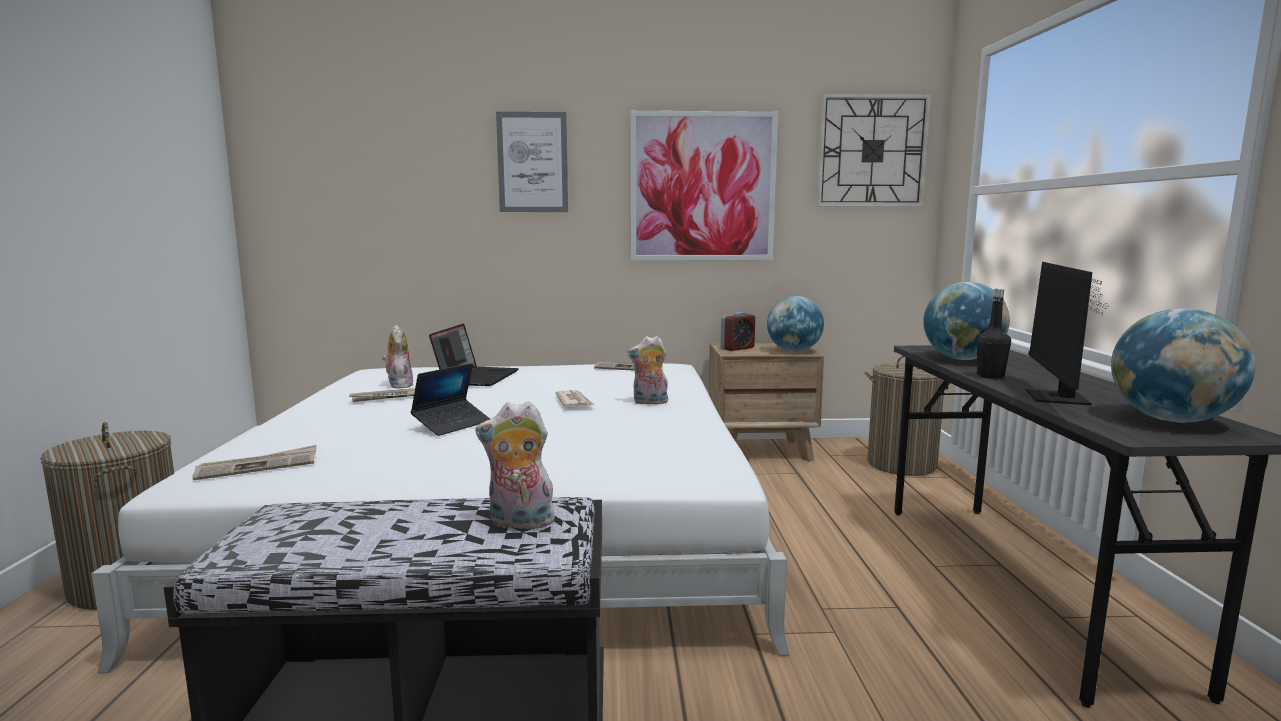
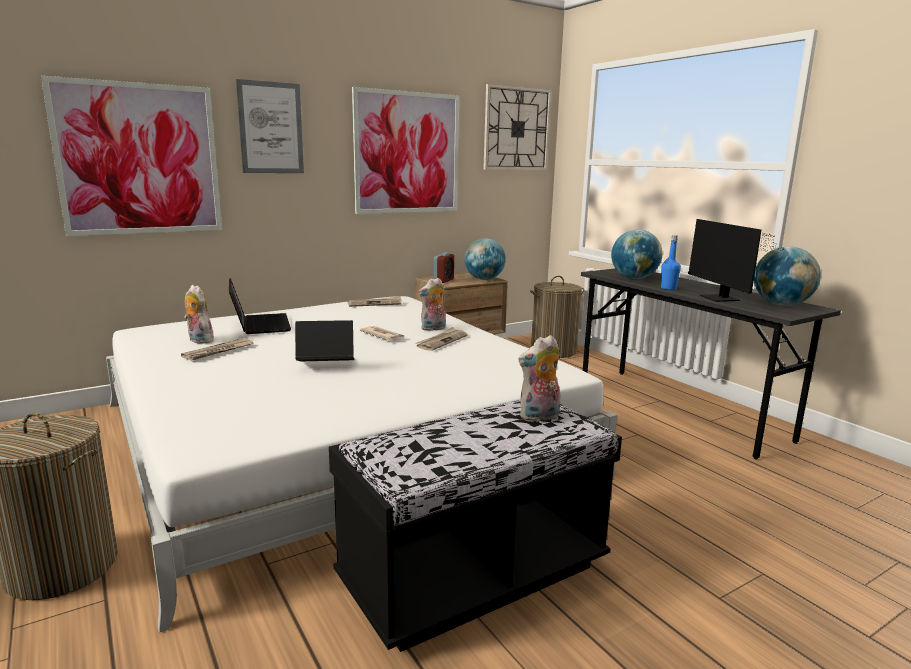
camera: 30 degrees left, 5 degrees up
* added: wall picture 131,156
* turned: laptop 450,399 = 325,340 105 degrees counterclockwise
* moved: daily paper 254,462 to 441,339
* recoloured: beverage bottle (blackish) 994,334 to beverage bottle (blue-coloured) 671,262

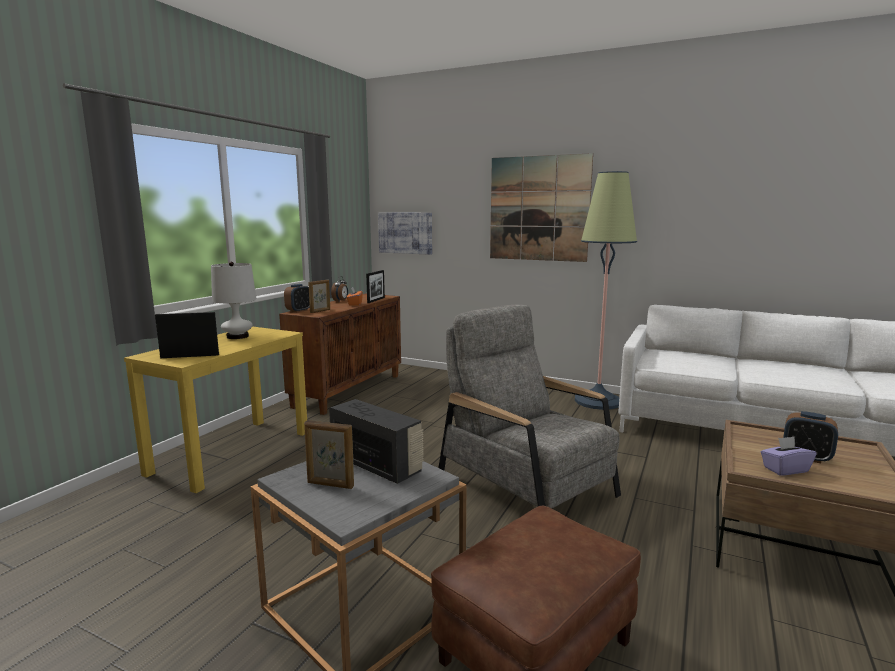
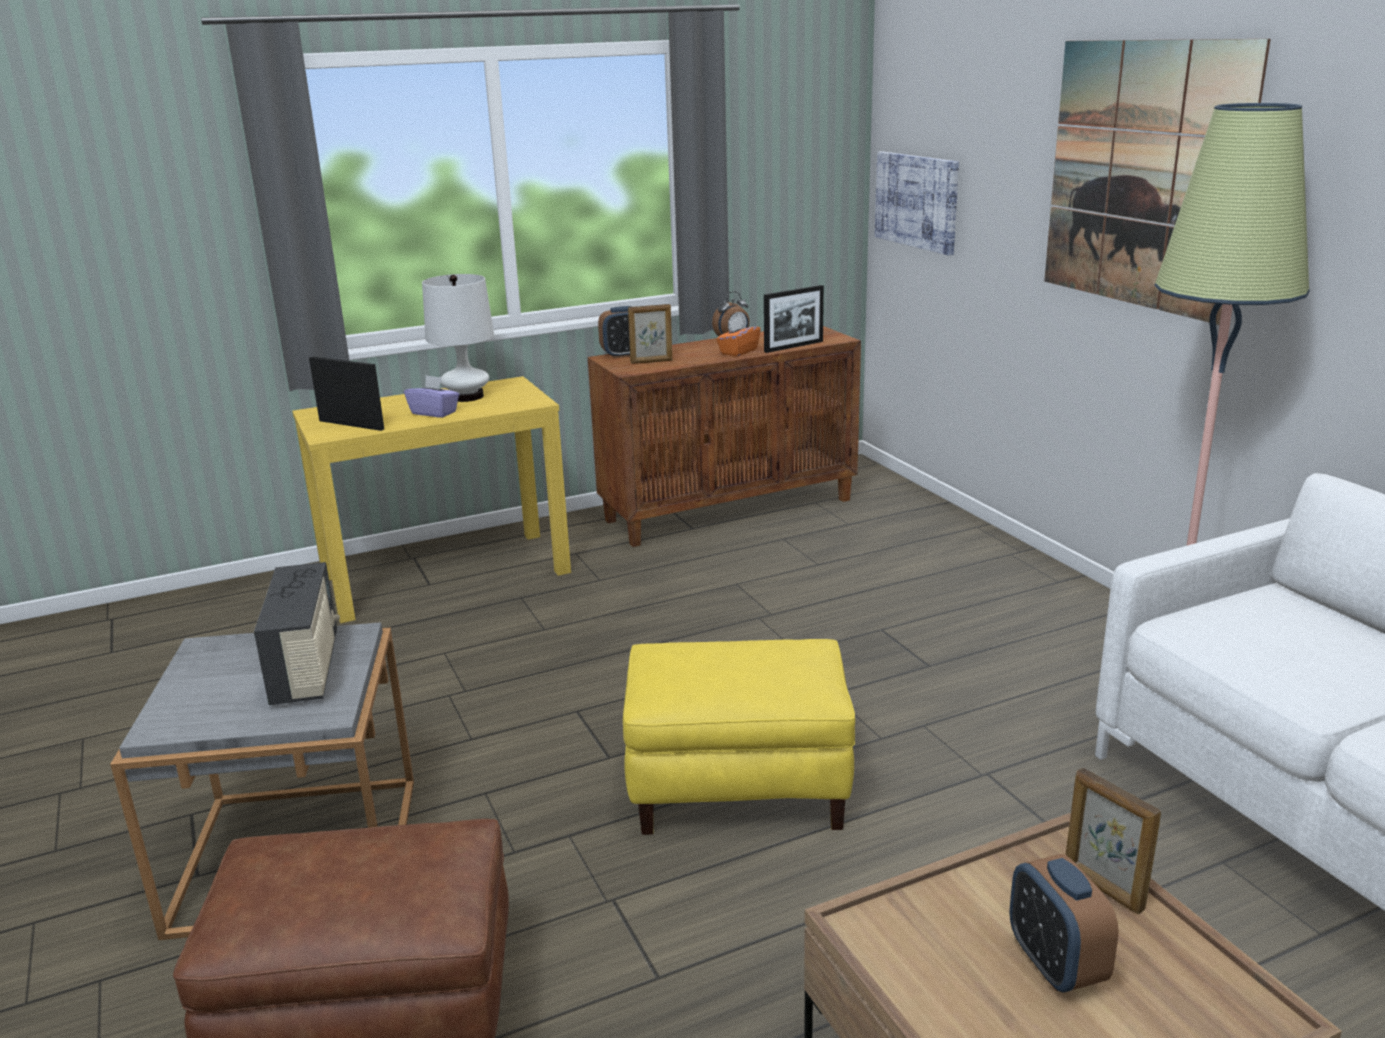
camera: 40 degrees right, 10 degrees up
* moved: tissue holder (purplish) 788,456 to 432,396
* replaced: lounge chair (gray) 529,406 to ottoman (yellow) 739,737
* moved: standing frame 329,454 to 1113,841

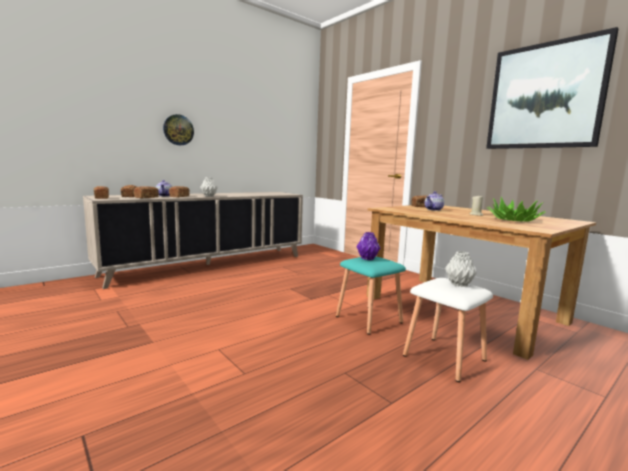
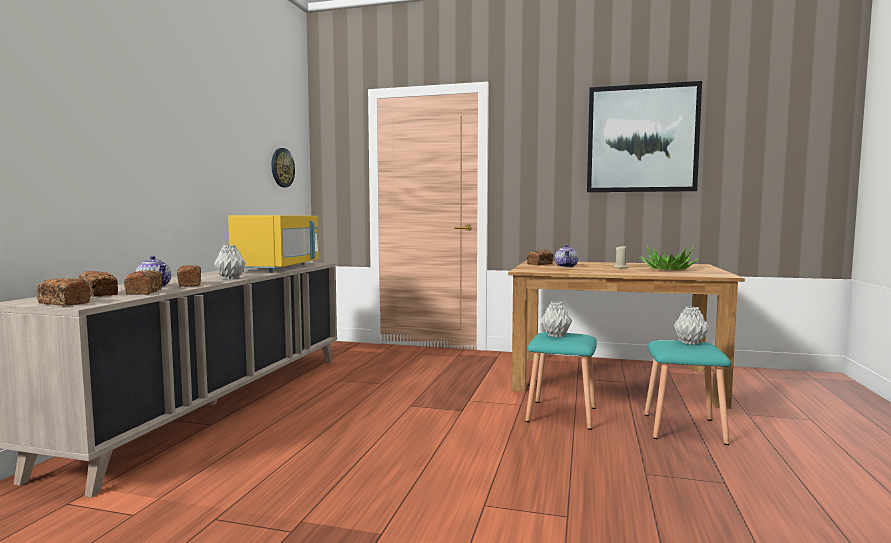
camera: 35 degrees left, 5 degrees down
* added: microwave oven (yellow) 273,243
* moved: clock on the wall 178,129 to 283,167
* recoloured: flower vase (purplish) 368,246 to flower vase (gray) 556,319
* recoloured: stool (white) 448,330 to stool (blue-green) 687,392

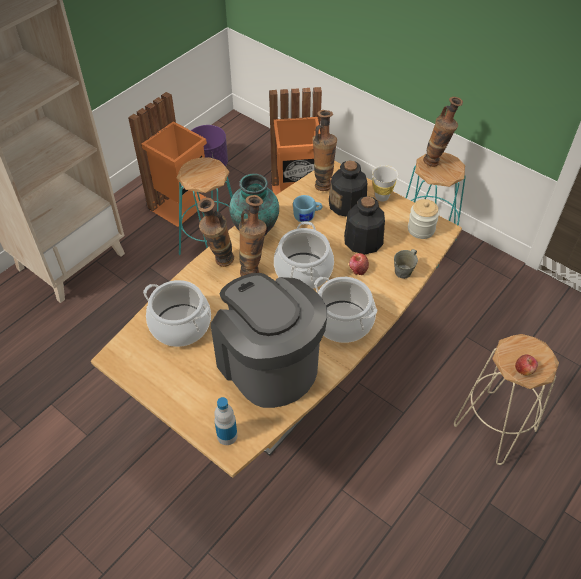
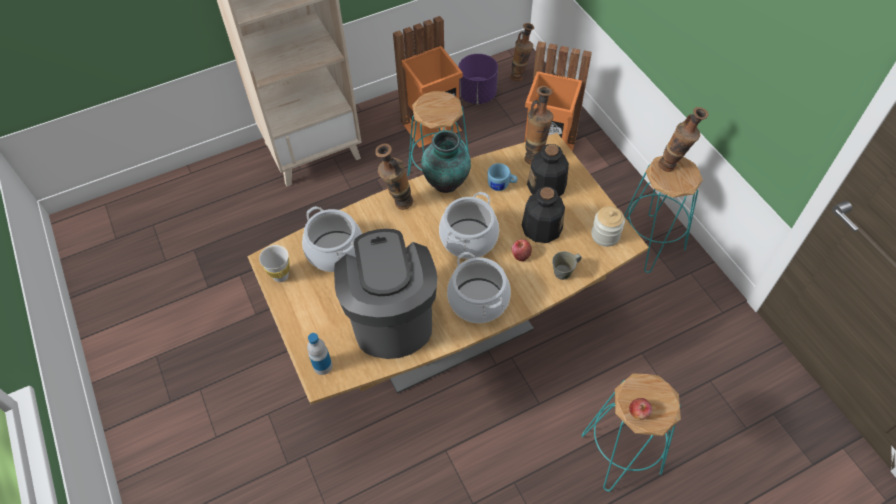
camera: 25 degrees right, 5 degrees up
* moved: small cup (white) 385,183 to 274,263
* moved: flower vase 253,235 to 522,52
* recoloured: stool (beige) 506,399 to stool (blue-green) 631,432

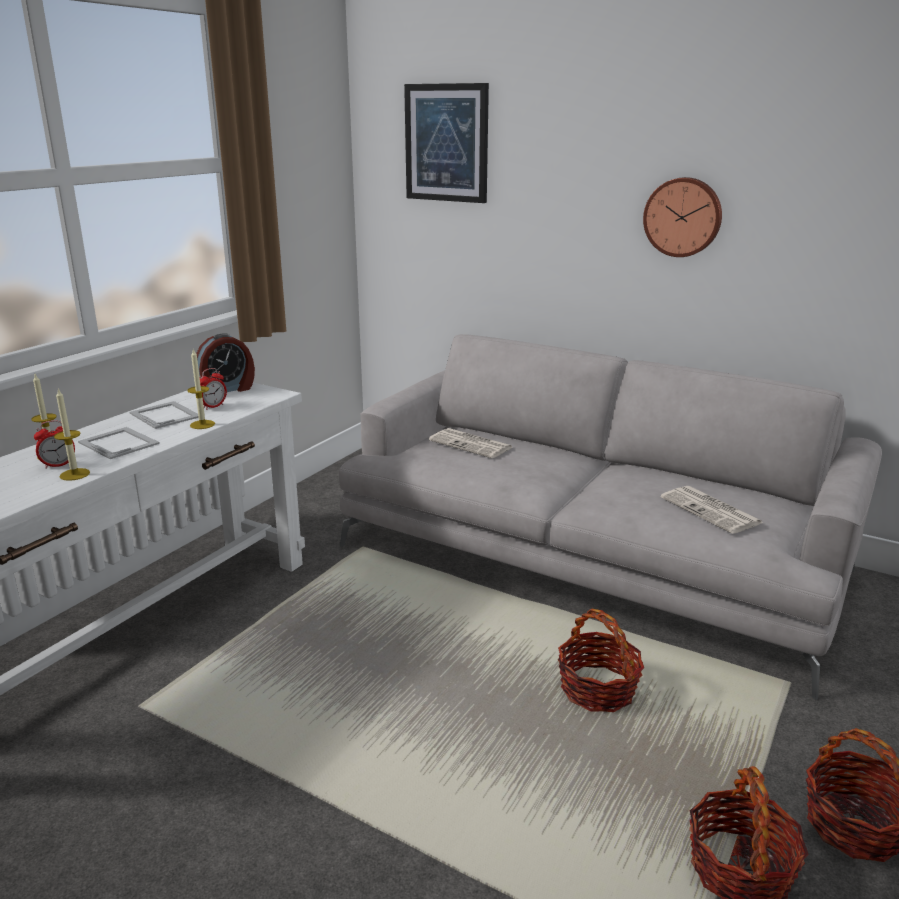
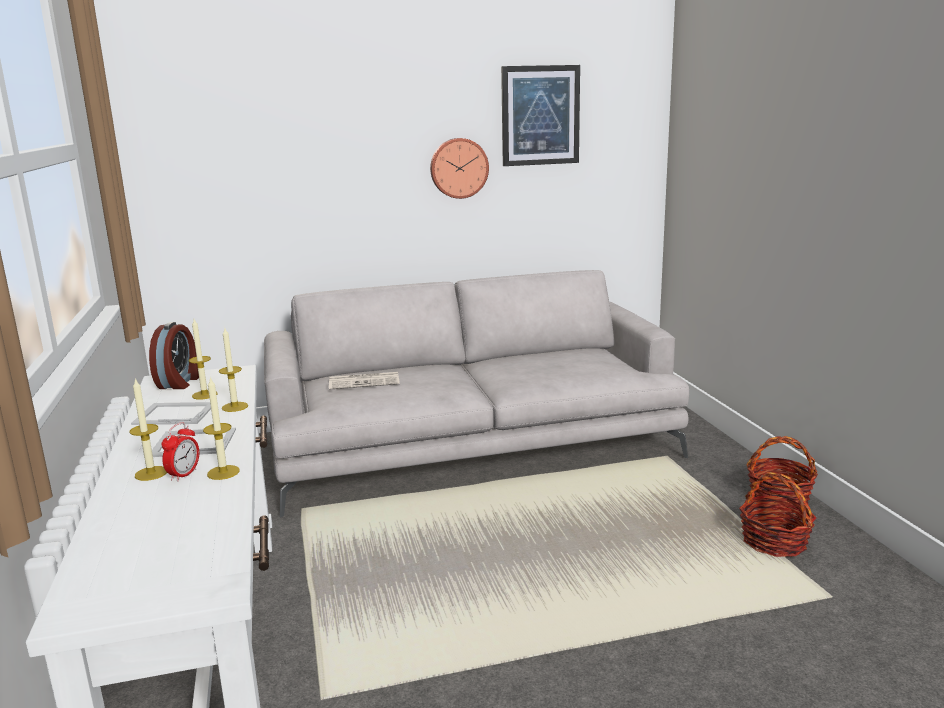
camera: 45 degrees left, 5 degrees down
* replaced: table clock 213,389 to wax candle 203,359
* moved: wall picture 446,143 to 540,115
* removed: household basket 601,660
* removed: daily paper 712,510

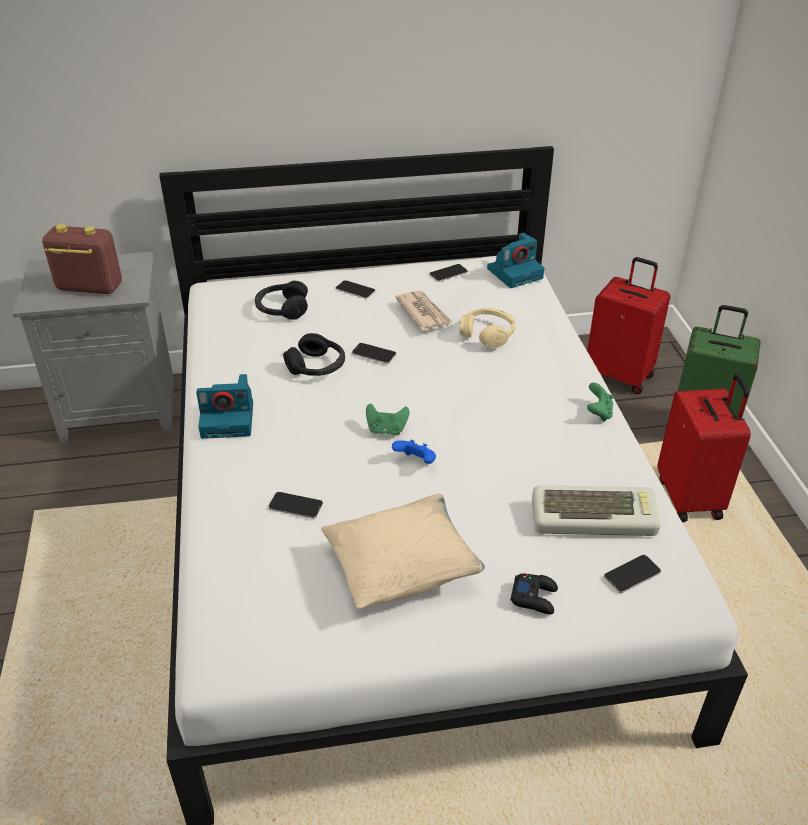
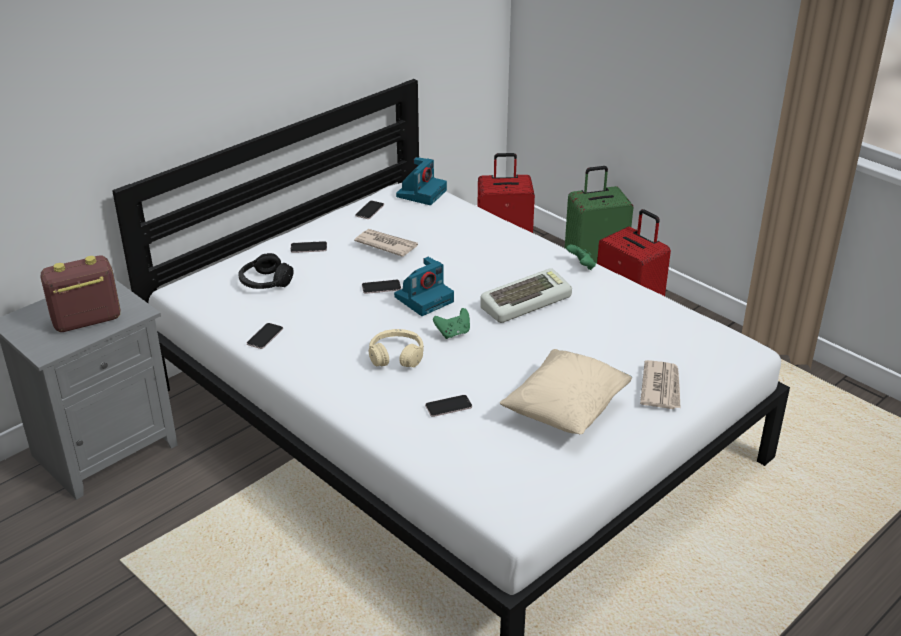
camera: 35 degrees left, 5 degrees down
* moved: handset 632,574 to 265,336
* moved: pair of headphones (beige) 487,328 to 396,348
* moved: still camera 224,406 to 424,286
* moved: computer keyboard 596,510 to 526,295
* replaced: gamepad (blackish) 534,594 to daily paper 660,384
* removed: pair of headphones (blackish) 314,354
* removed: gamepad (blue-coloured) 414,452

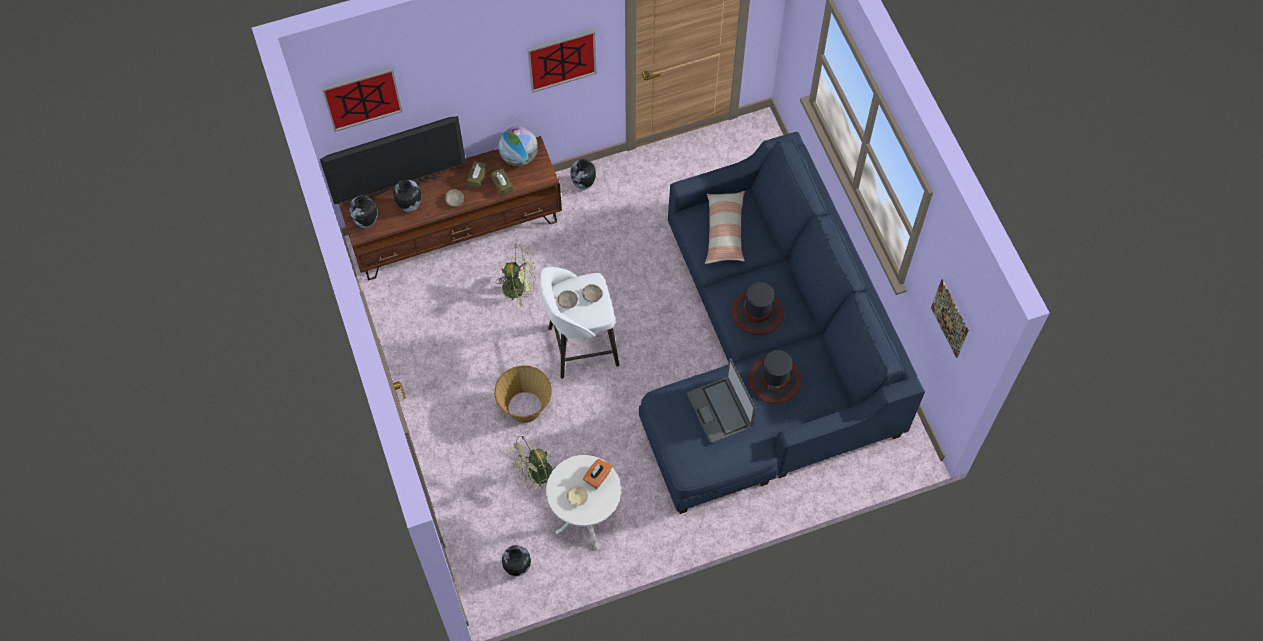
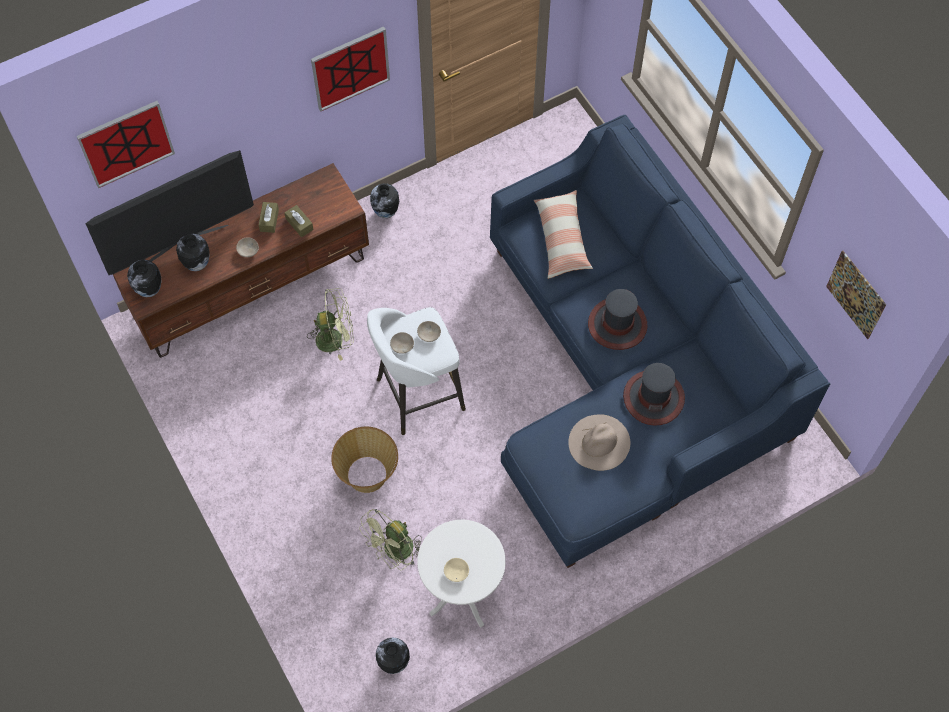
camera: 10 degrees left, 0 degrees up
* replaced: laptop 721,400 to clothing hat (beige) 599,442
* removed: world globe 518,146
* removed: tissue holder (orangey) 597,474

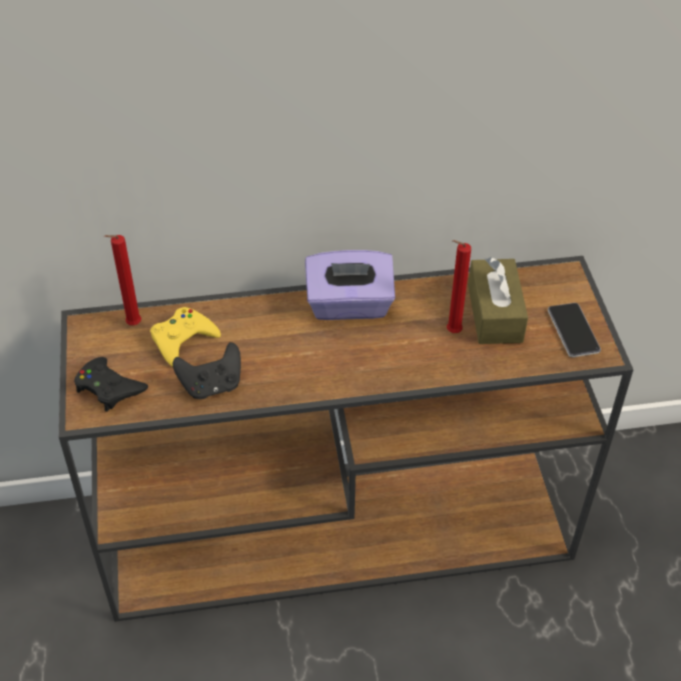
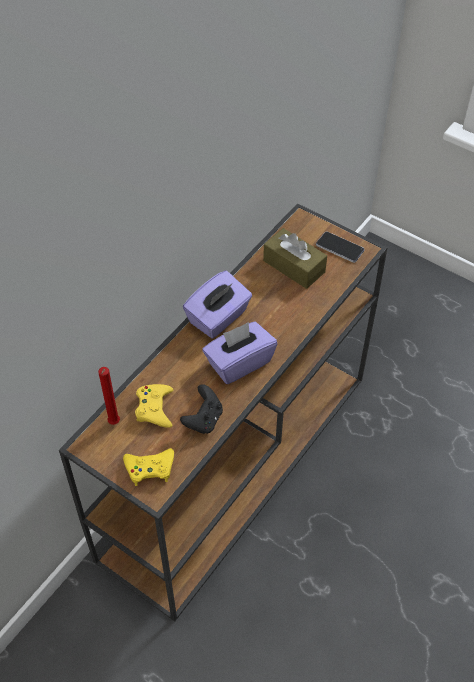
camera: 45 degrees left, 5 degrees up
* recoloured: gamepad (blackish) 111,384 to gamepad (yellow) 148,467
* added: tissue holder (purplish) 239,353
* removed: wax candle (reddish) 459,286

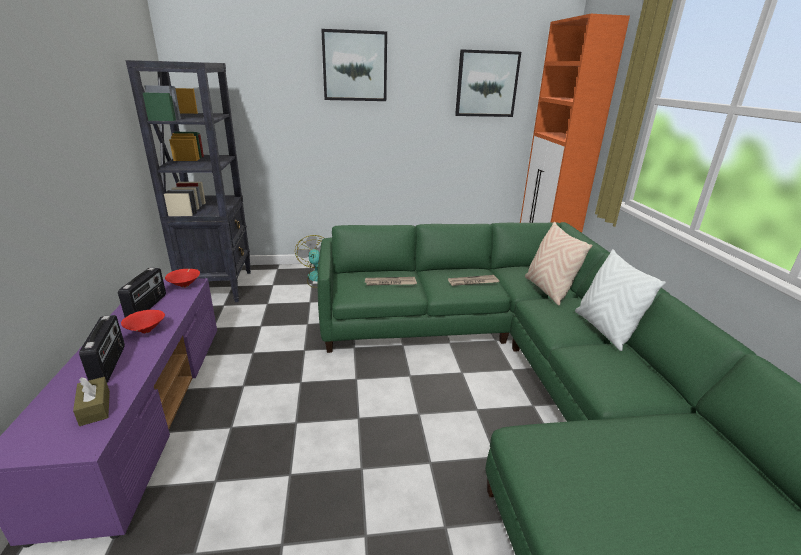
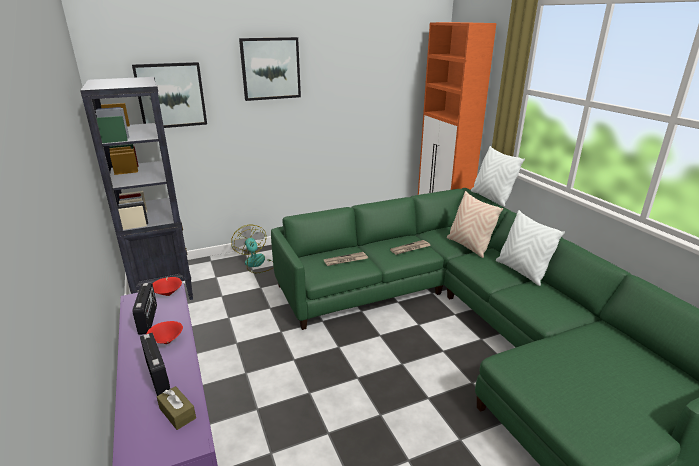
camera: 15 degrees left, 0 degrees up
* moved: wall picture 488,83 to 169,95
* added: cushion (white) 498,176

